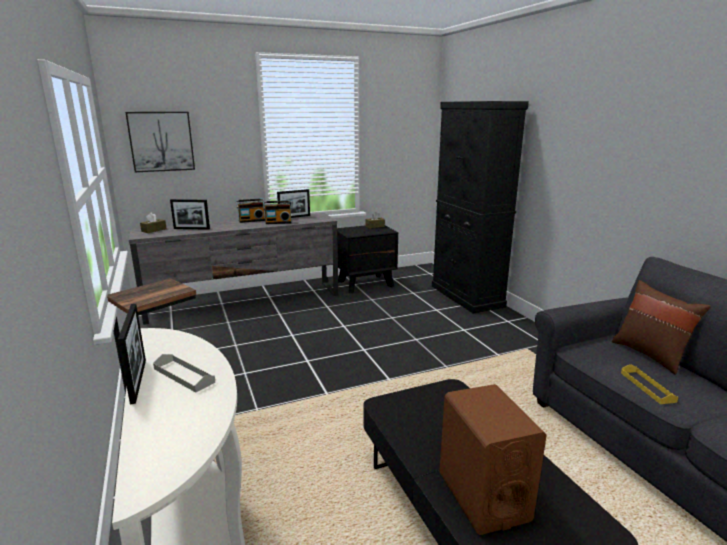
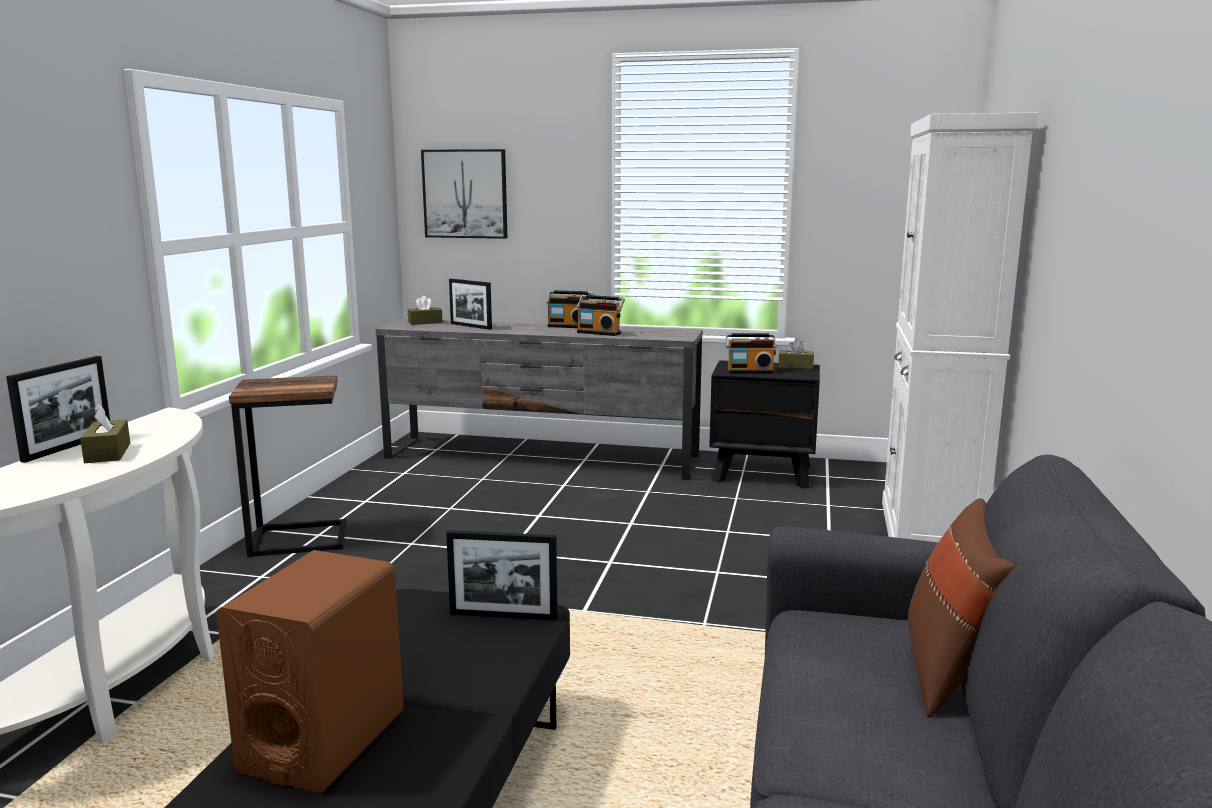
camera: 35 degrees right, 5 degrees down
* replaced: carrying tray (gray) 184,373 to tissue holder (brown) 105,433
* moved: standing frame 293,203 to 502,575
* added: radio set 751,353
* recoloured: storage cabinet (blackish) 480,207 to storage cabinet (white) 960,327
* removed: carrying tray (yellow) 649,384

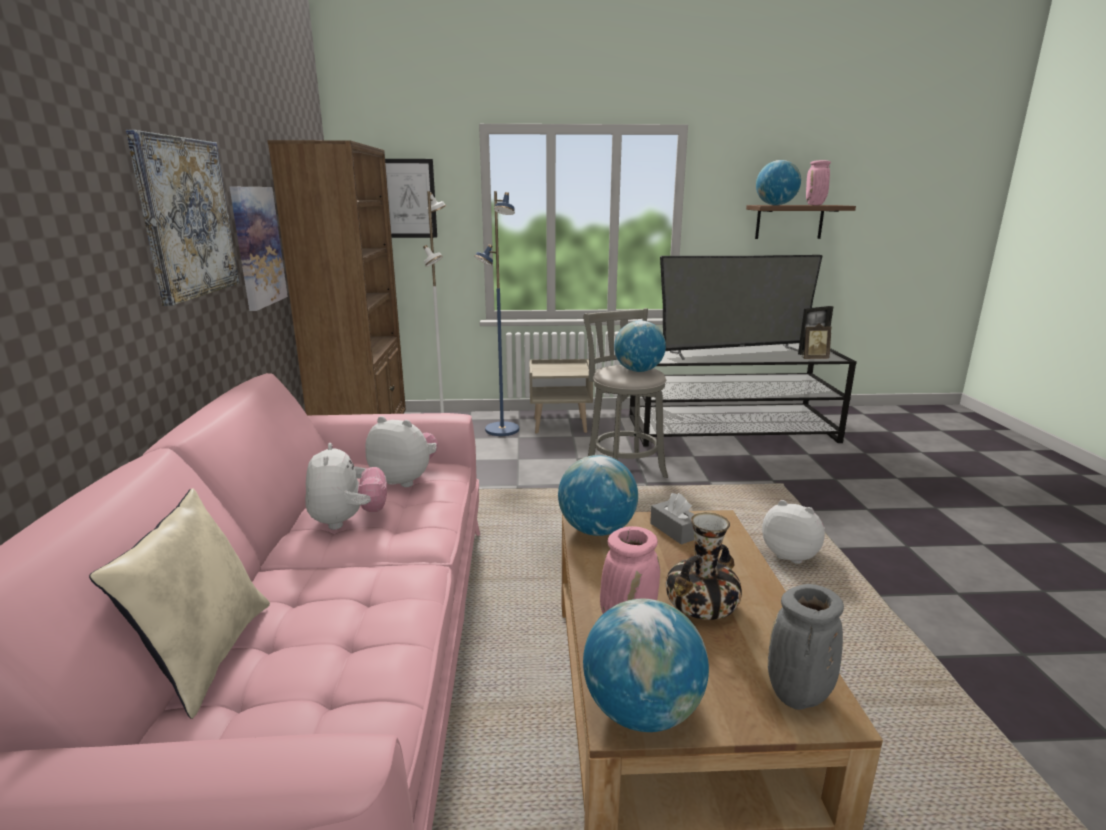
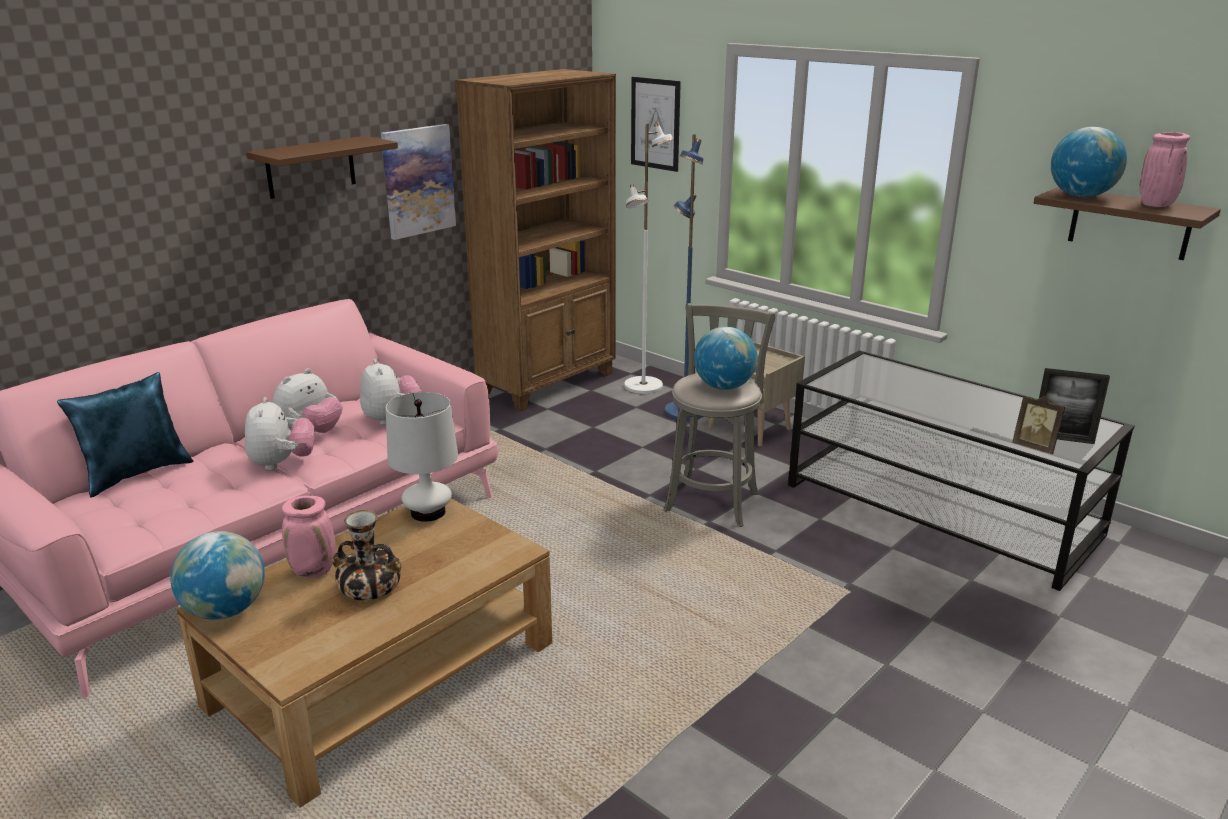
camera: 45 degrees right, 5 degrees up
* recoloured: cushion (beige) 179,603 to cushion (blue-coloured) 125,434
* moved: cuddly toy 793,532 to 280,433
* replaced: wall picture 183,218 to bracket shelf (brown) 322,167
* replaced: world globe 598,495 to tabletop lamp (white) 422,457
* removed: tissue holder (gray) 672,519
* removed: TV set 741,307
* removed: flower vase (gray) 806,647

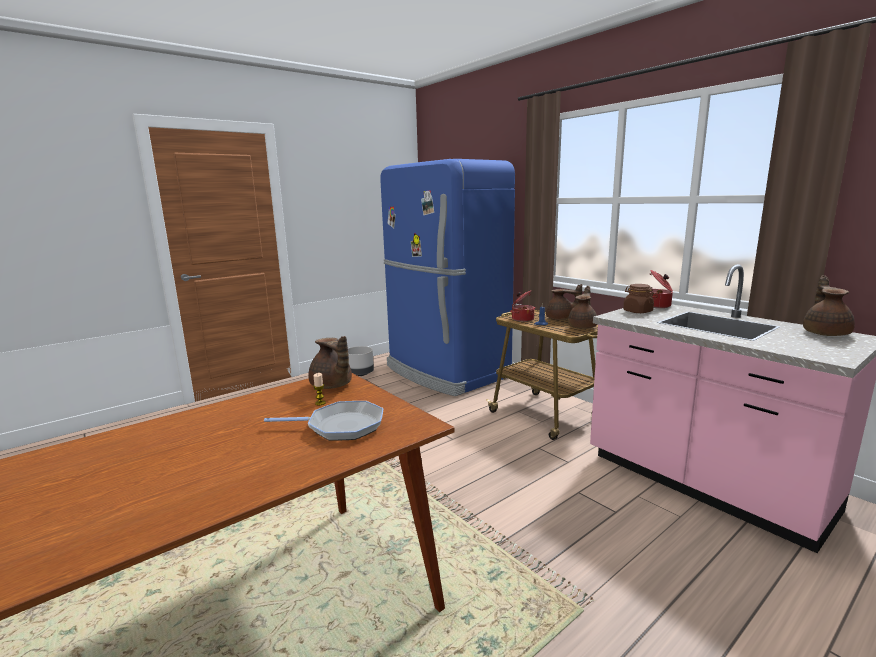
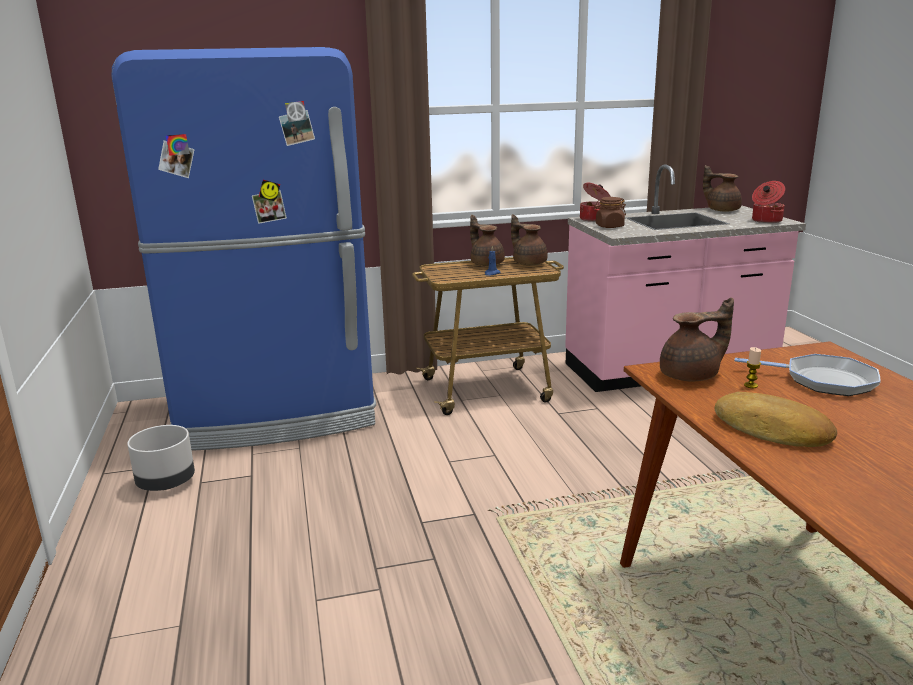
camera: 65 degrees left, 5 degrees up
* turned: pot for tea (brown) 564,302 = 487,240 75 degrees counterclockwise
* added: baked bread 776,419
* turned: skillet 324,421 = 808,375 90 degrees clockwise
* moved: stockpot 522,306 to 768,202

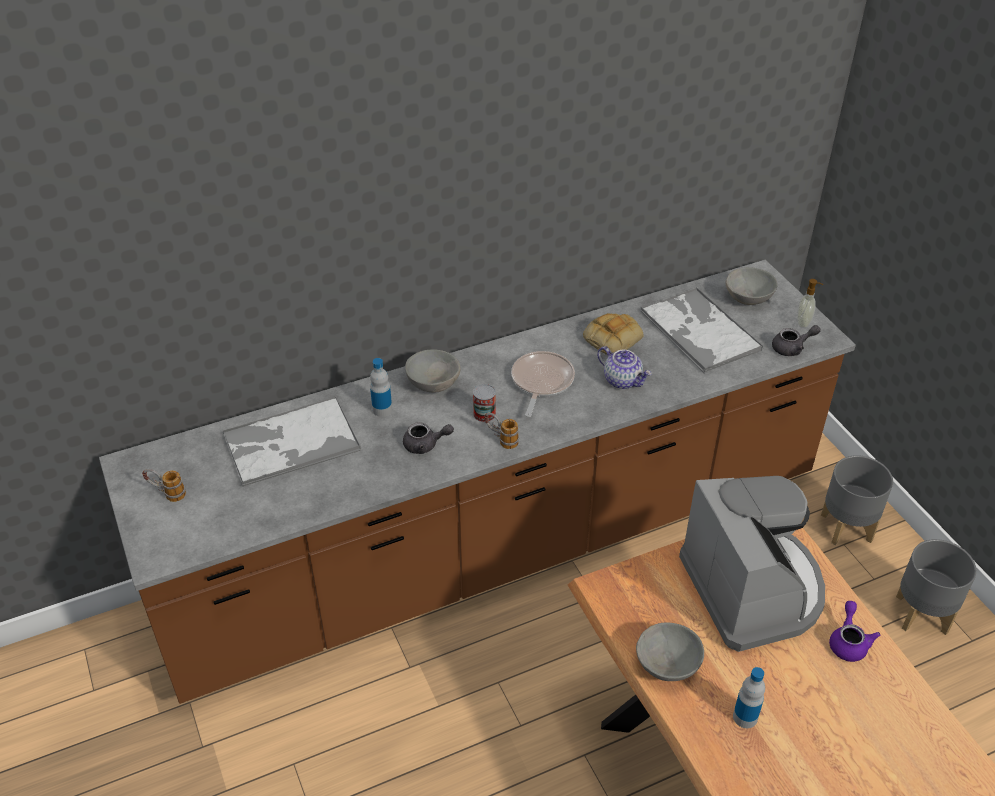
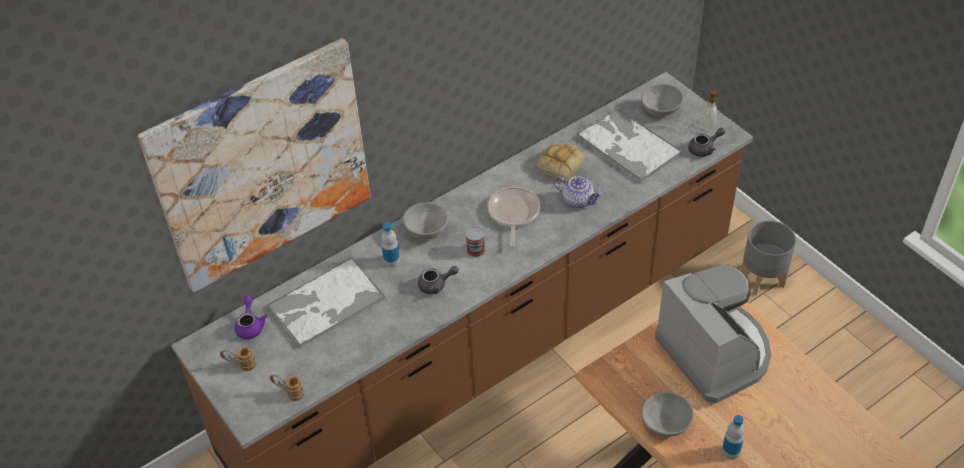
camera: 10 degrees left, 5 degrees up
* added: wall picture 254,165
* moved: pot for tea (purplish) 854,631 to 250,318
* moved: tea mug 501,431 to 287,387
* removed: plant pot (gray) 936,587

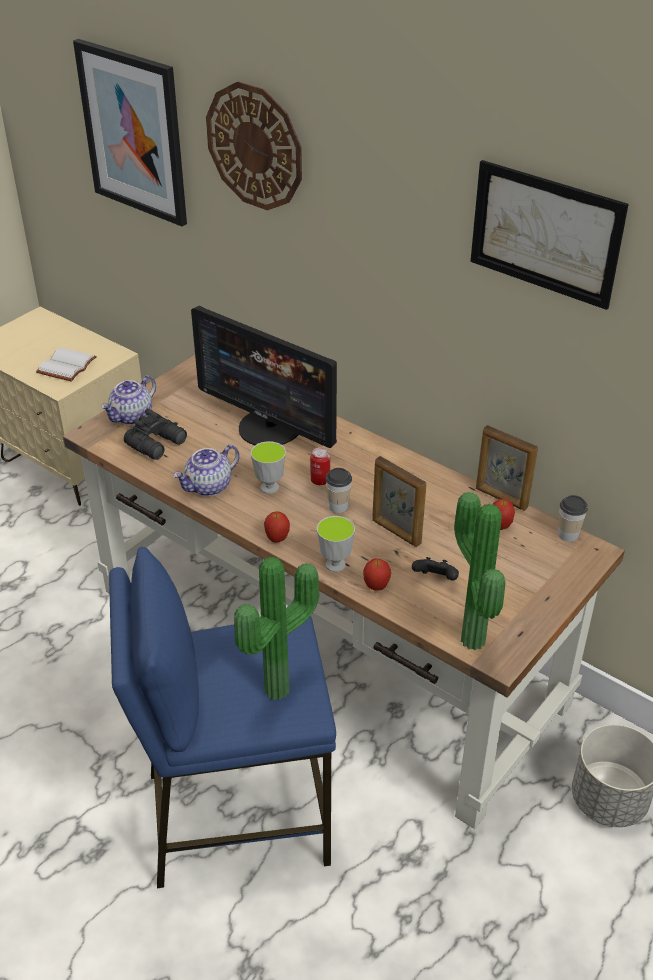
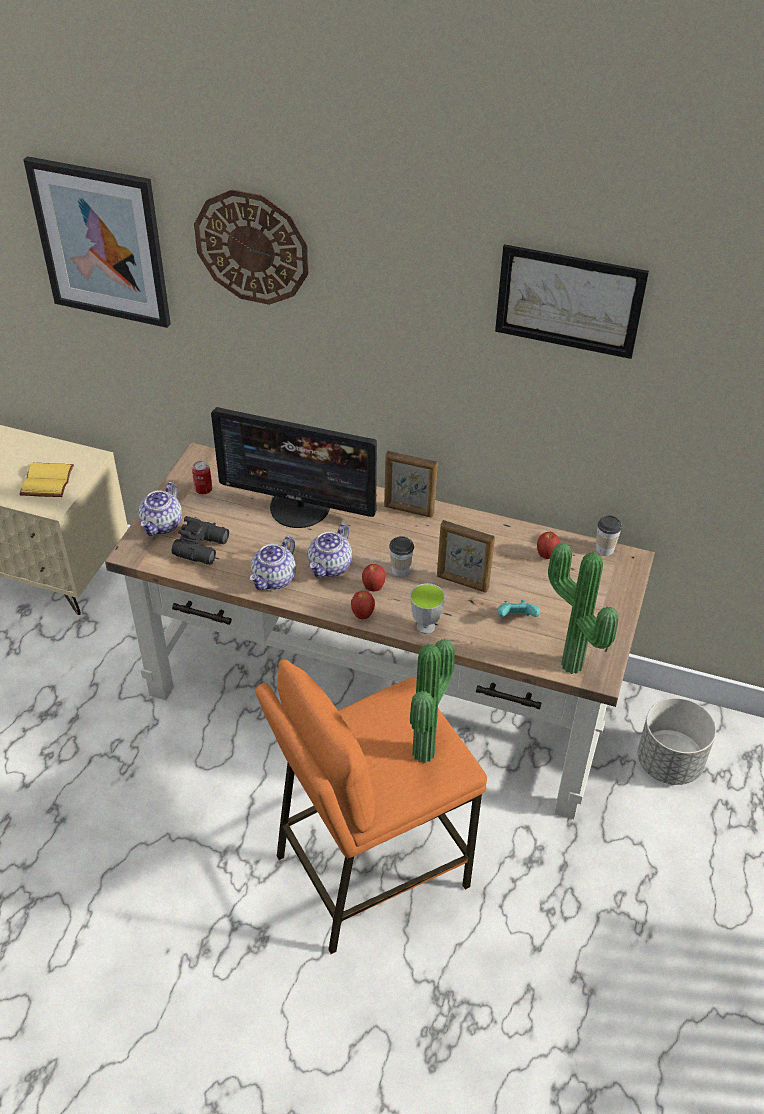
camera: 20 degrees left, 5 degrees up
* recoloured: volume (white) 66,364 to volume (yellow) 46,480
* moved: can 320,466 to 202,477
* recoloured: stool (blue-coloured) 222,717 to stool (orangey) 371,806
* replaced: small cup 268,467 to pot for tea 330,550
* moved: apple 377,574 to 374,578
* moved: standing frame 507,468 to 411,484
* recoloured: gamepad (blackish) 435,569 to gamepad (blue-green) 518,608

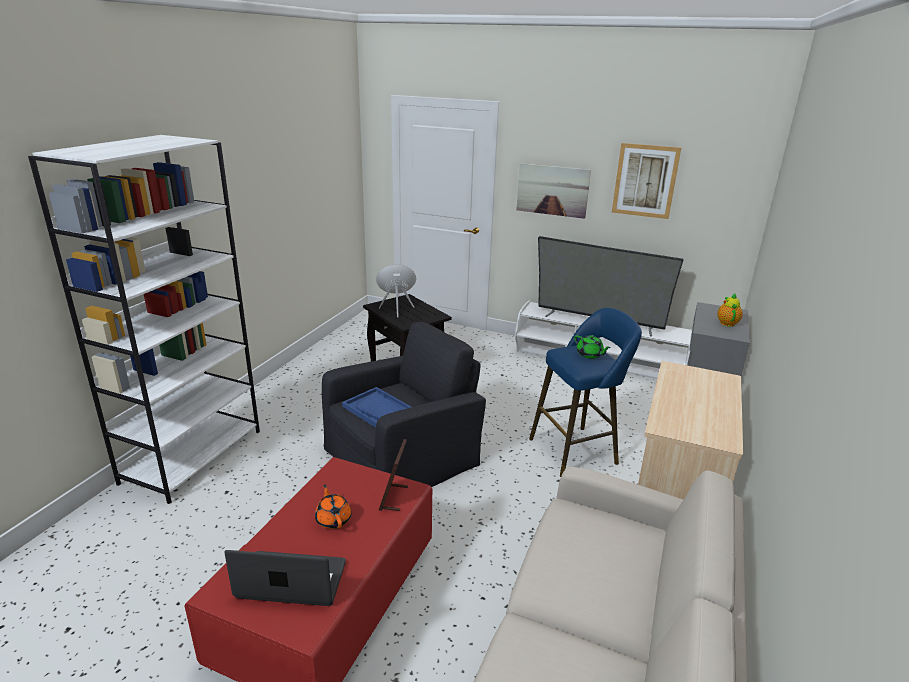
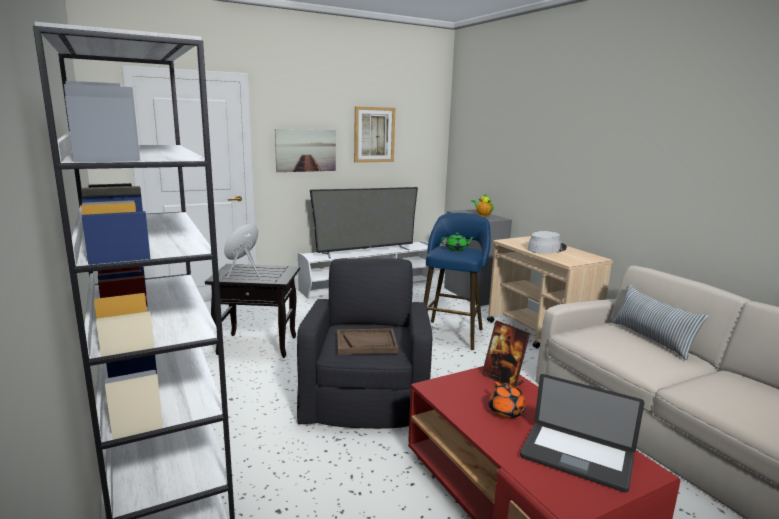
camera: 50 degrees left, 10 degrees down
* recoloured: carrying tray (blue-coloured) 376,407 to carrying tray (brown) 367,341
* turned: pot for tea (orangey) 333,507 = 507,400 120 degrees counterclockwise
* turned: laptop 285,578 = 582,433 105 degrees counterclockwise
* added: clothing hat (gray) 547,242
* added: cushion 660,322

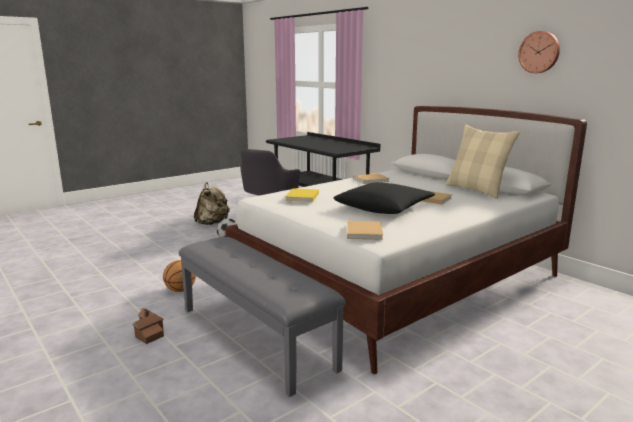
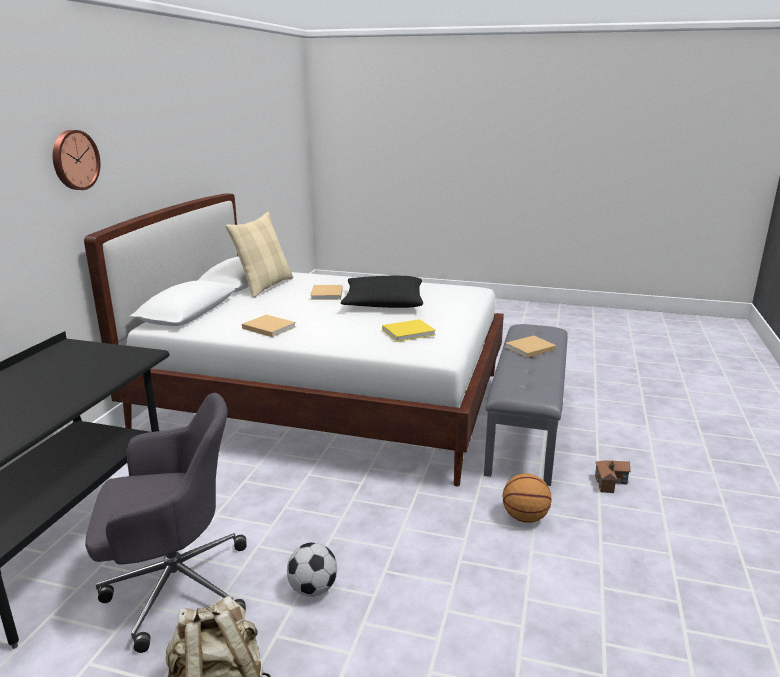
camera: 125 degrees left, 5 degrees up
* moved: clock on the wall 539,52 to 76,160
* moved: volume (beige) 365,230 to 531,347

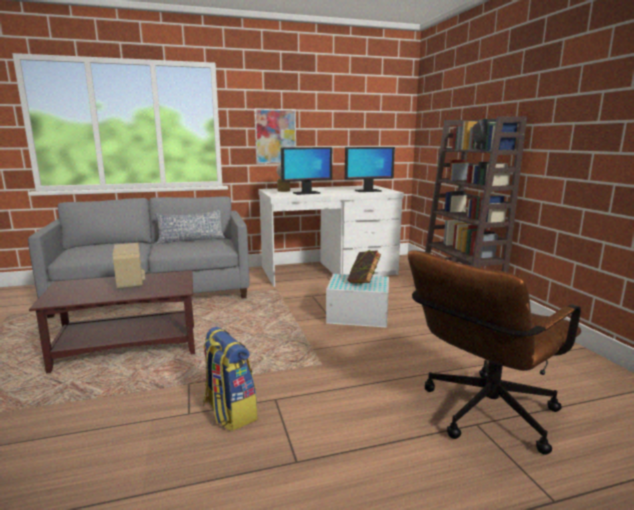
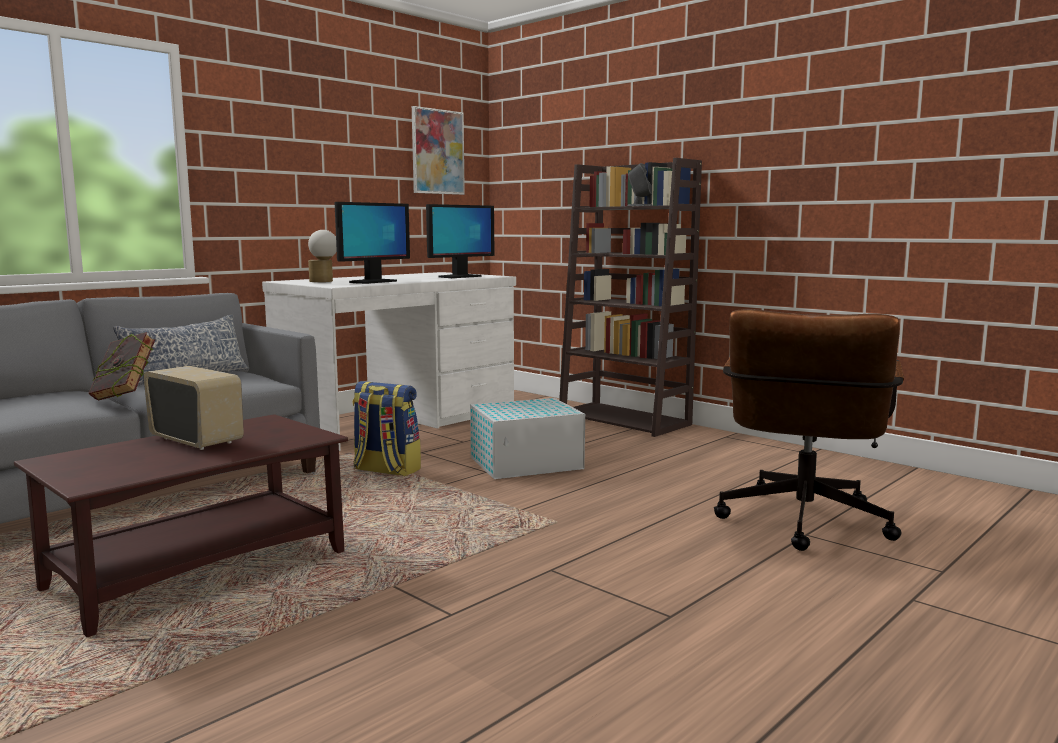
camera: 30 degrees left, 5 degrees down
* moved: volume 364,267 to 121,366
* moved: rucksack 230,379 to 386,428
* moved: wall picture 275,136 to 438,150

